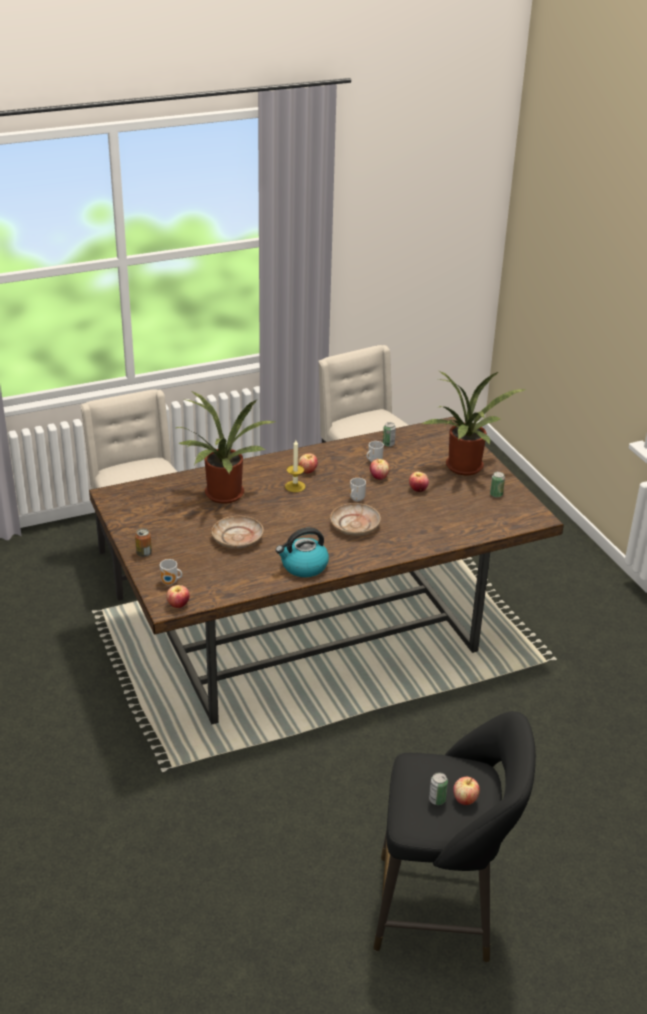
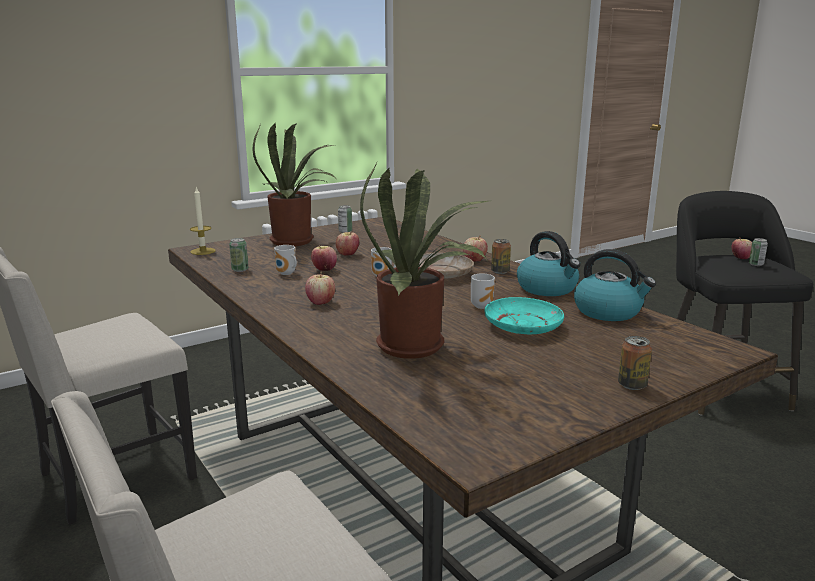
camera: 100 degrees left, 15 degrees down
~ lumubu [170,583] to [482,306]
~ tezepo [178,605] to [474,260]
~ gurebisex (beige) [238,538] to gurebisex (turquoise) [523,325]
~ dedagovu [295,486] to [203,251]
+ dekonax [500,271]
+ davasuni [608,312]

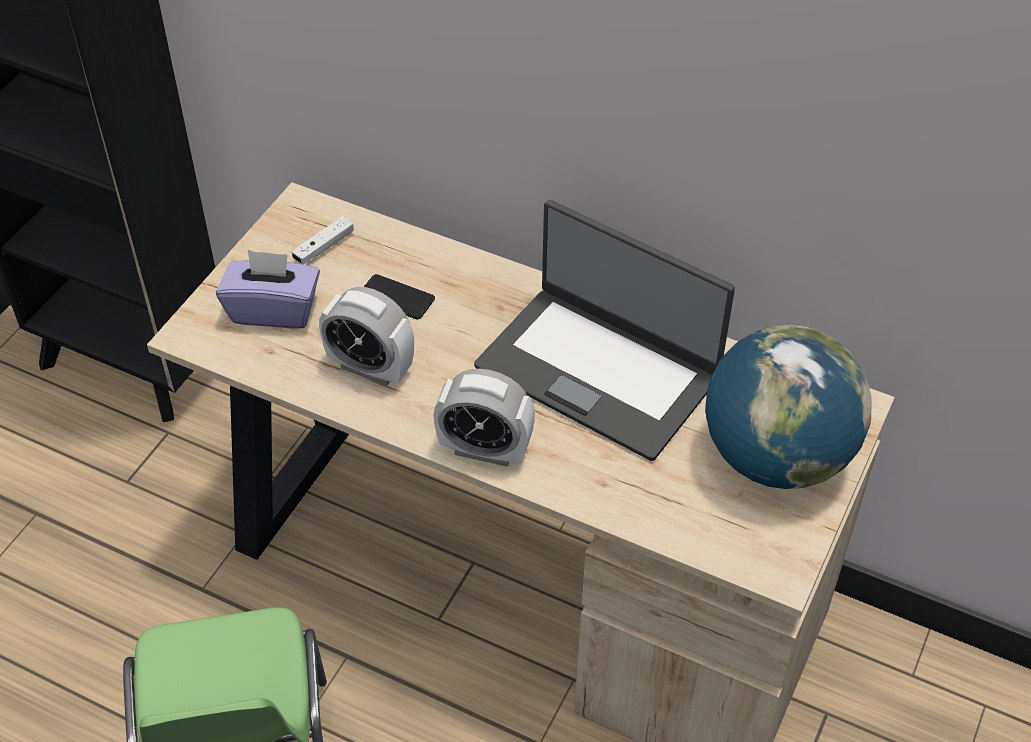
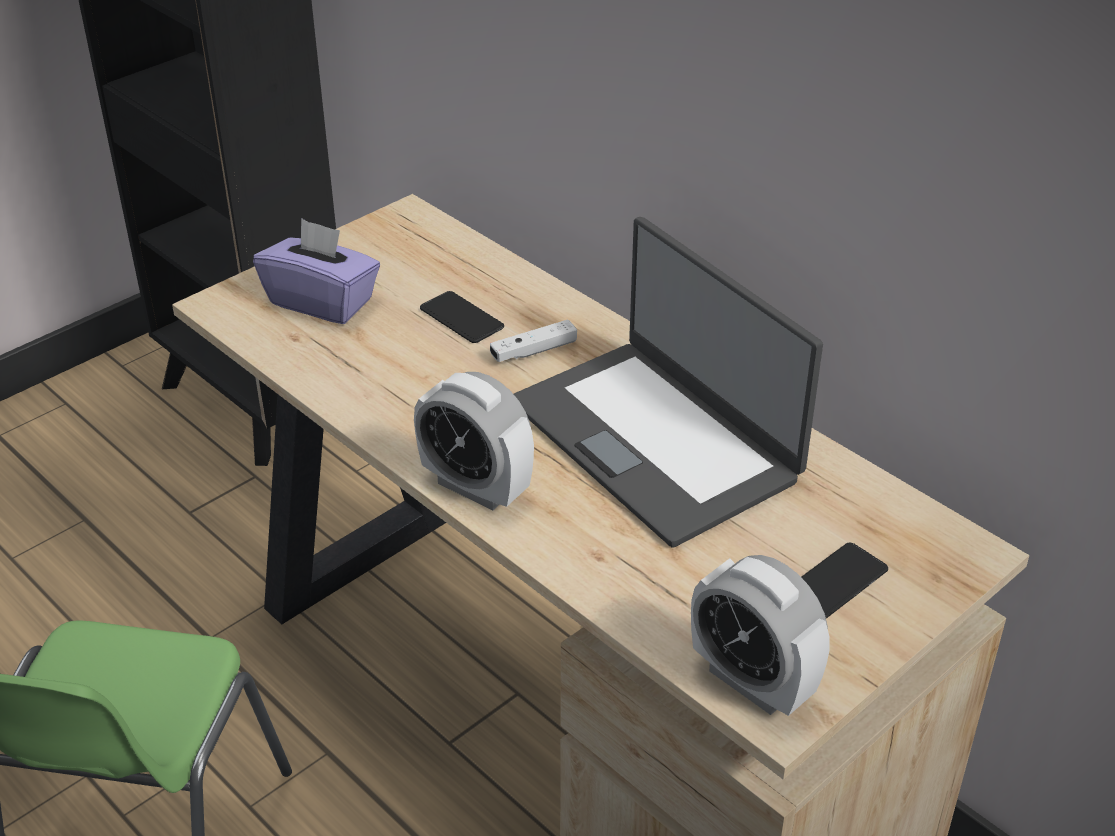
camera: 20 degrees right, 10 degrees down
~ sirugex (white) [324,247] to [533,351]
~ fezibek [370,368] to [752,681]
~ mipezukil [776,456] to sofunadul [836,582]

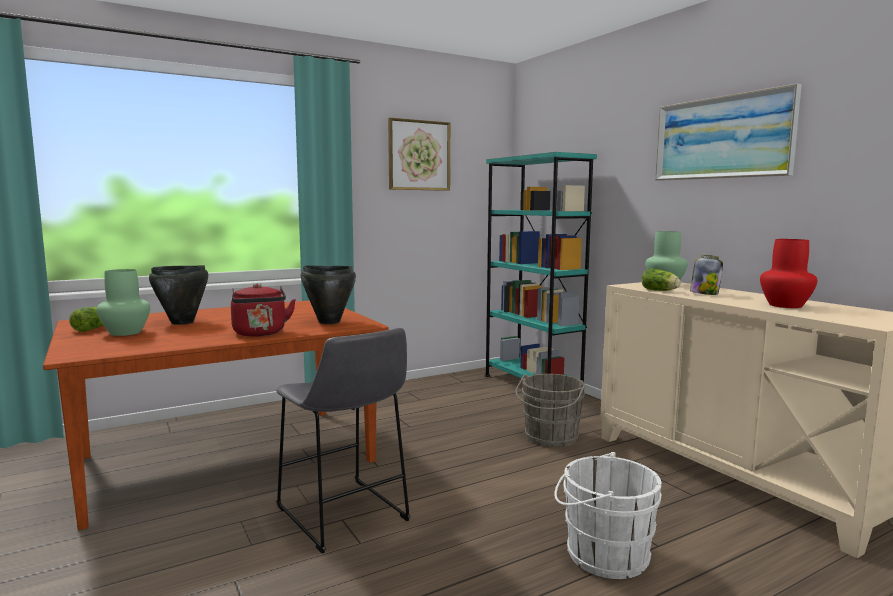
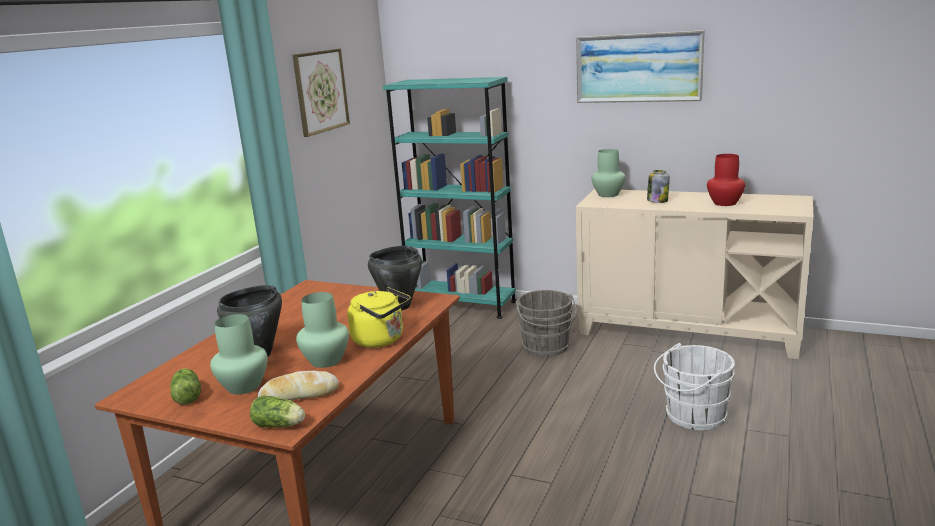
camera: 35 degrees left, 10 degrees up
~ davasuni (red) [260,334] to davasuni (yellow) [381,340]
- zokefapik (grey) [344,517]
~ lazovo [660,291] to [280,425]
+ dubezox [299,395]
+ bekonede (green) [327,361]

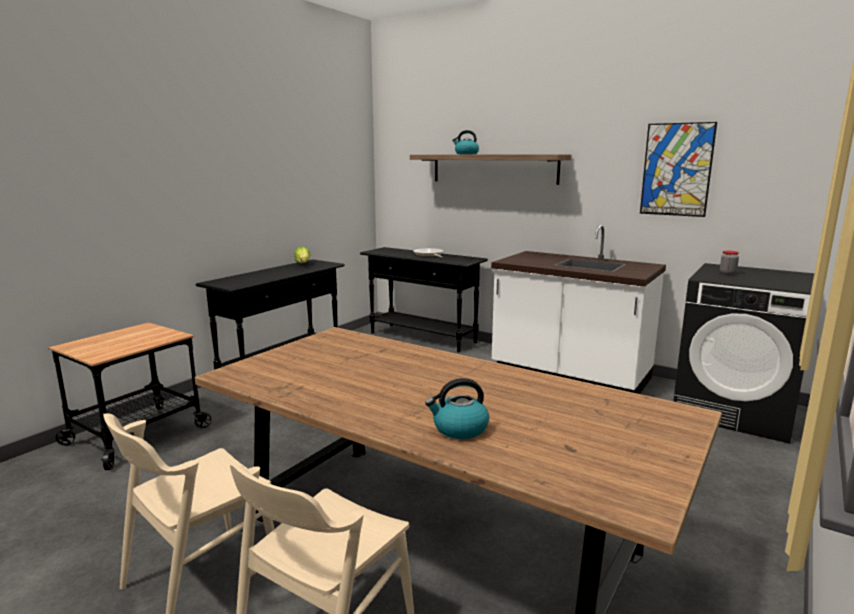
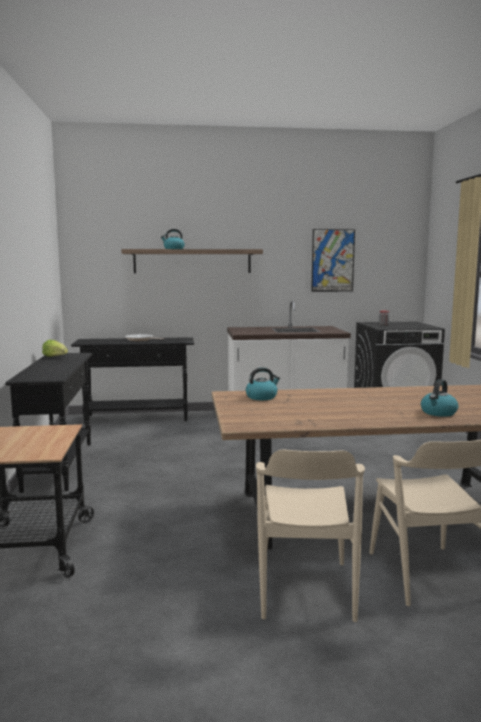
camera: 40 degrees left, 5 degrees down
+ davasuni [262,397]

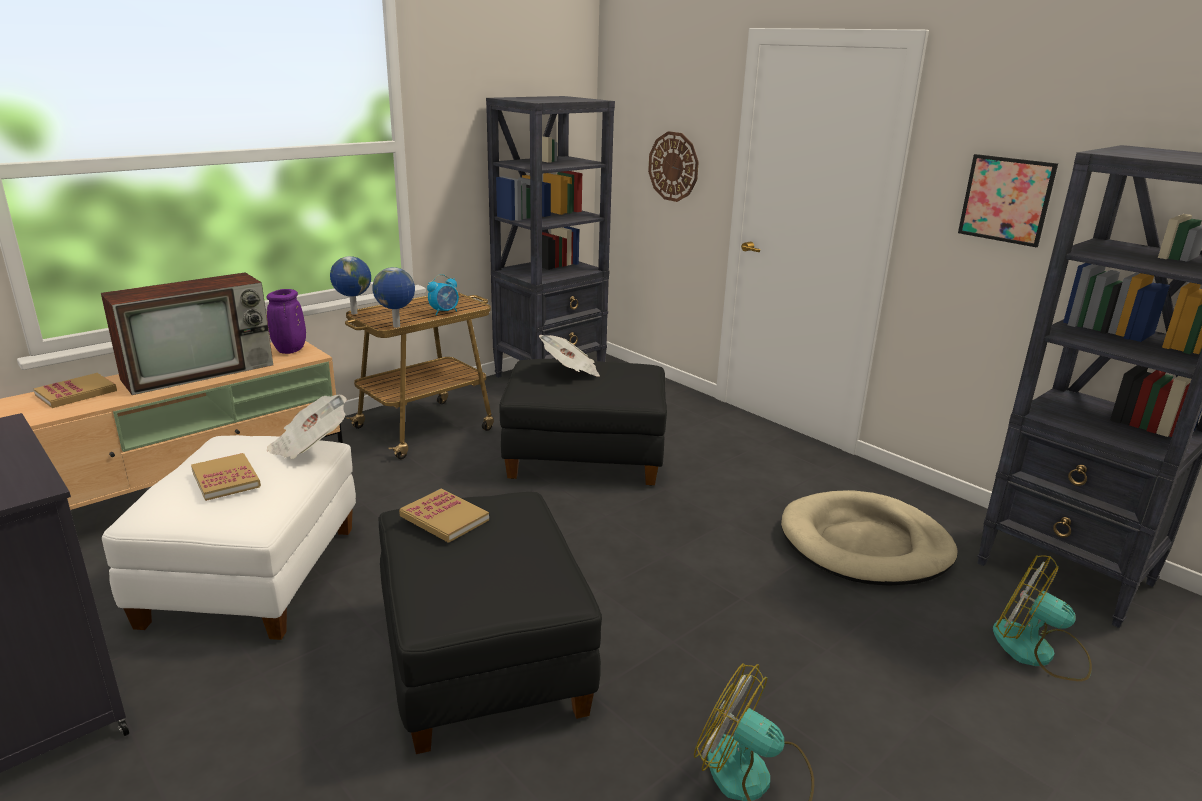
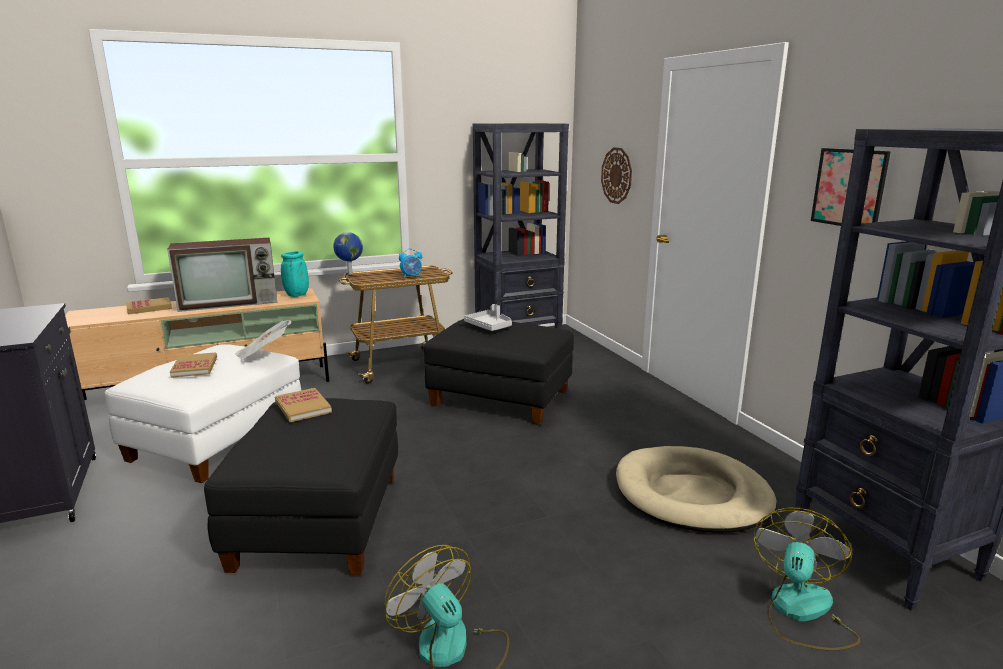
camera: 20 degrees right, 5 degrees down
~ bekonede (purple) [290,351] to bekonede (turquoise) [296,295]
- mipezukil [397,326]
~ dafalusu [570,371] to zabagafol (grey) [489,326]
~ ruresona [1037,652] = [801,612] 60 degrees clockwise

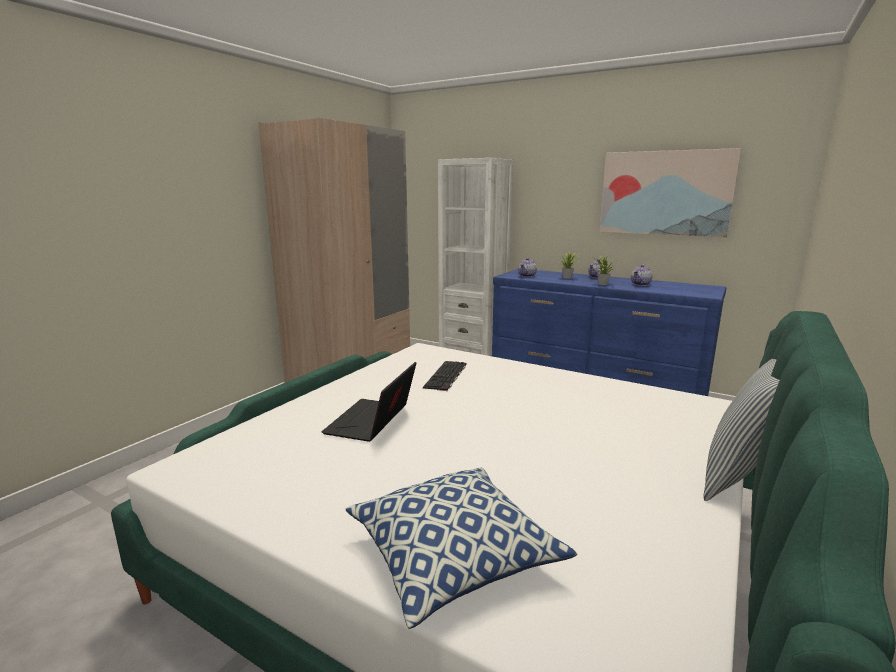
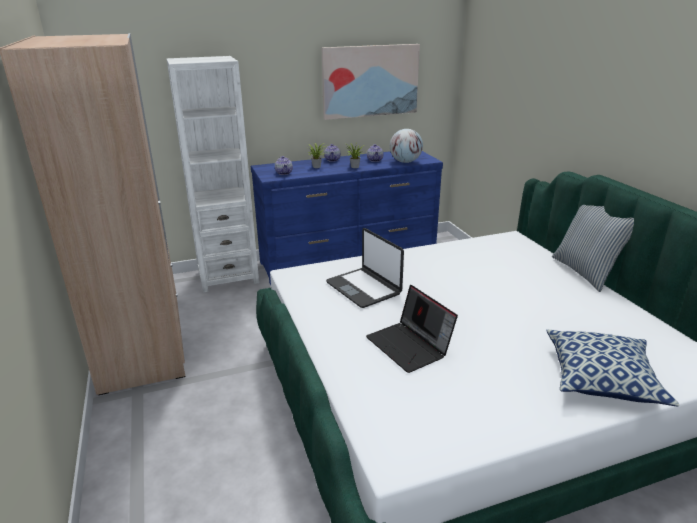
camera: 50 degrees left, 10 degrees up
~ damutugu [446,376] to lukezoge [364,288]
+ mipezukil [405,162]

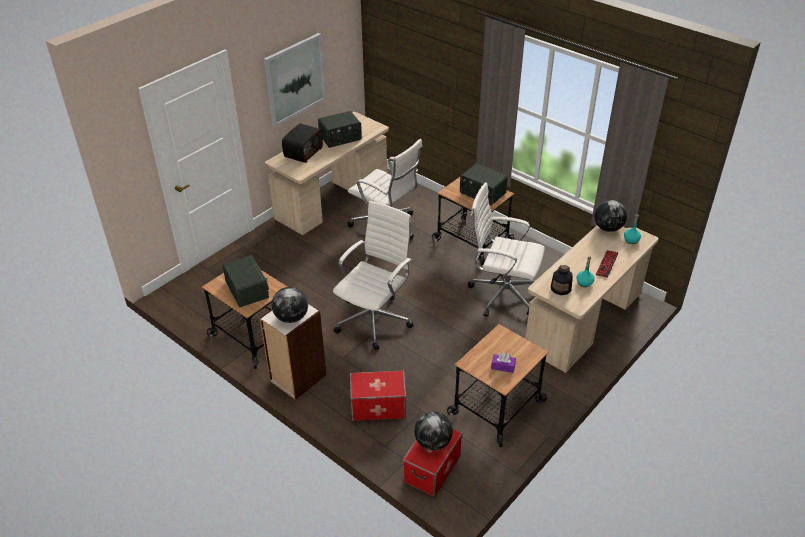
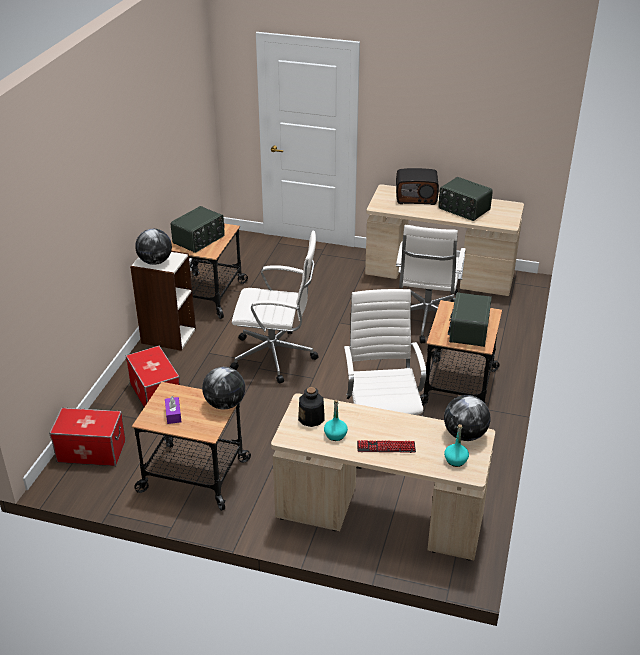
camera: 65 degrees right, 5 degrees down
- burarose [295,79]
~ mipezukil [433,442] to [224,404]

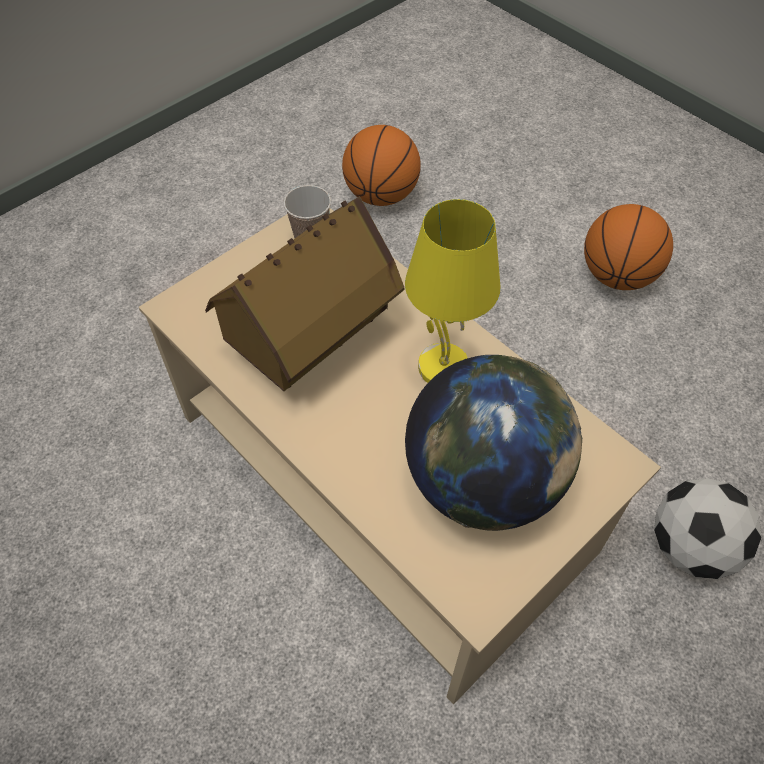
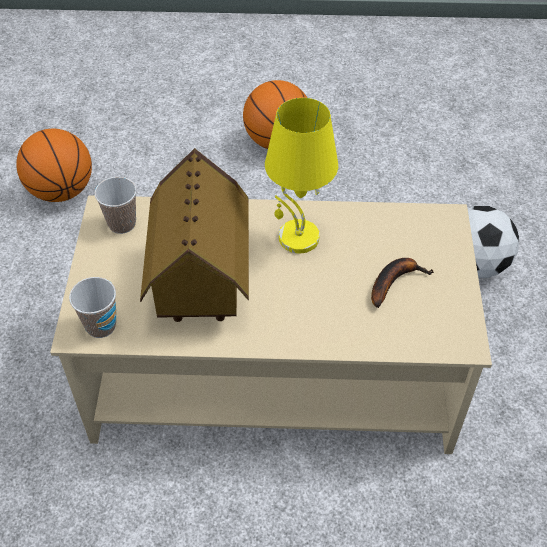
camera: 45 degrees left, 5 degrees down
~ mipezukil [483,482] to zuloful [394,281]
+ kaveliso [101,326]

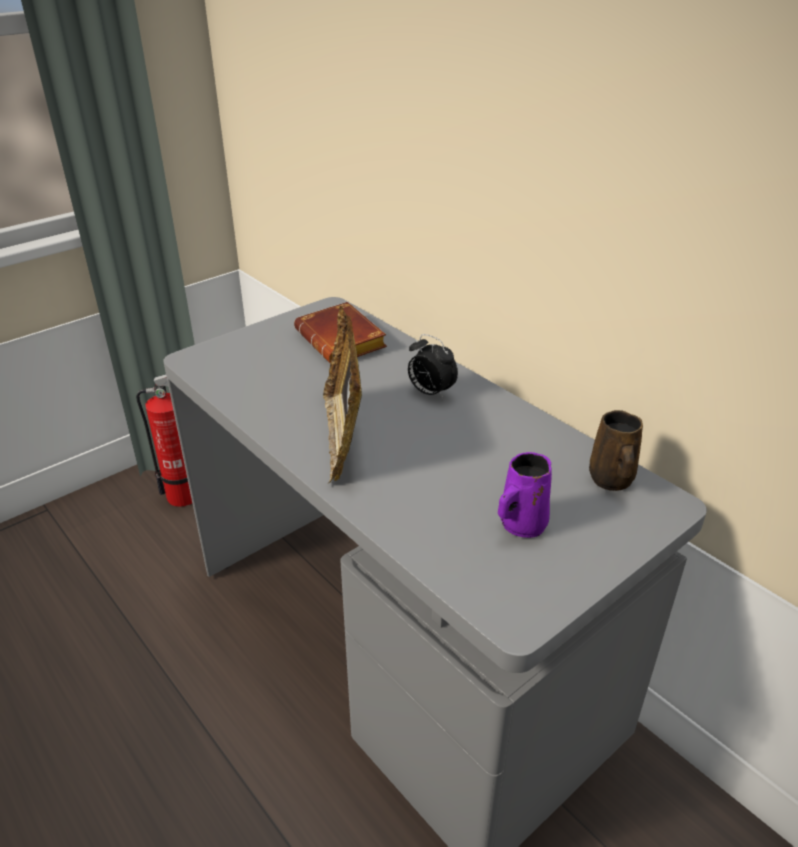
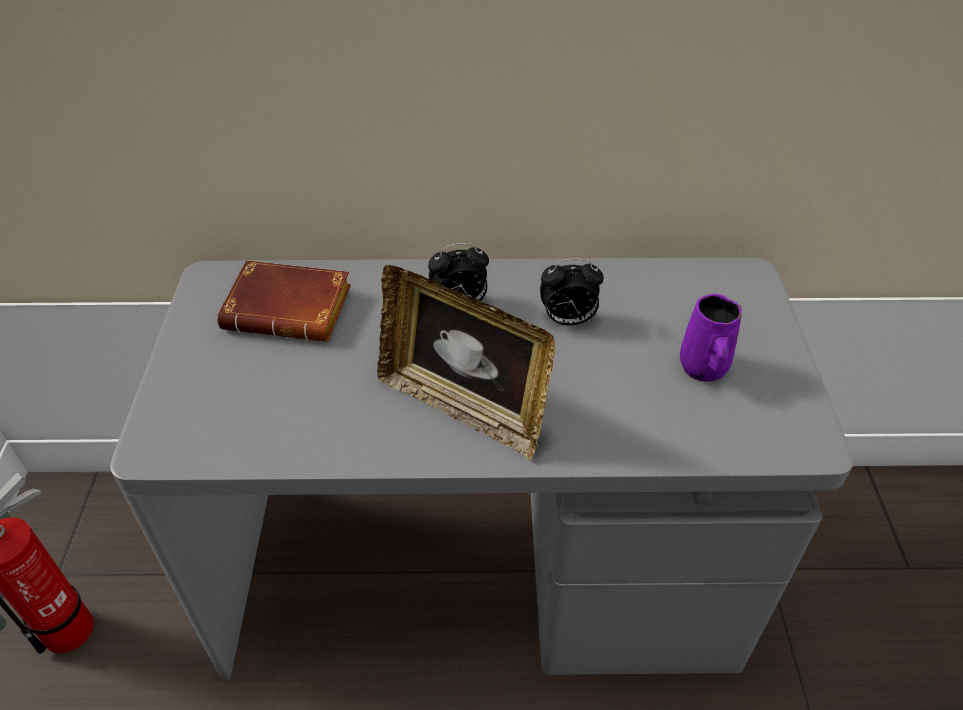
camera: 50 degrees left, 10 degrees up
- lumubu (brown) [611,480]
+ fezibek [567,320]

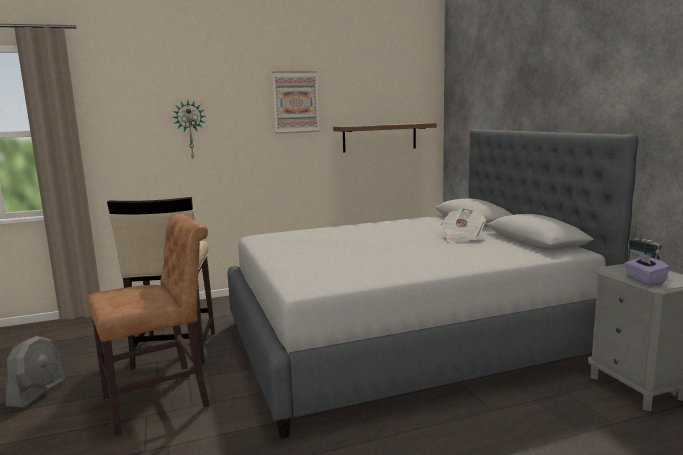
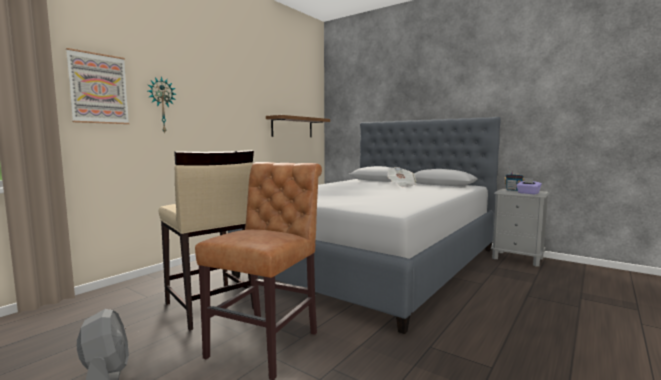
camera: 35 degrees left, 5 degrees down
~ burarose [295,102] to [98,88]

